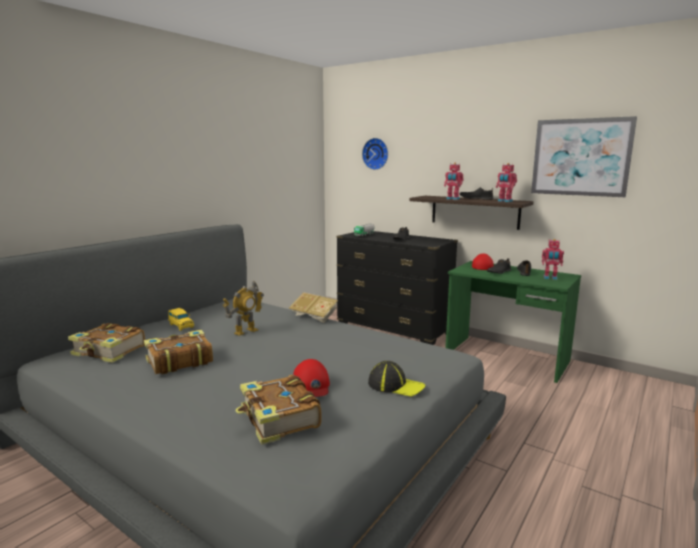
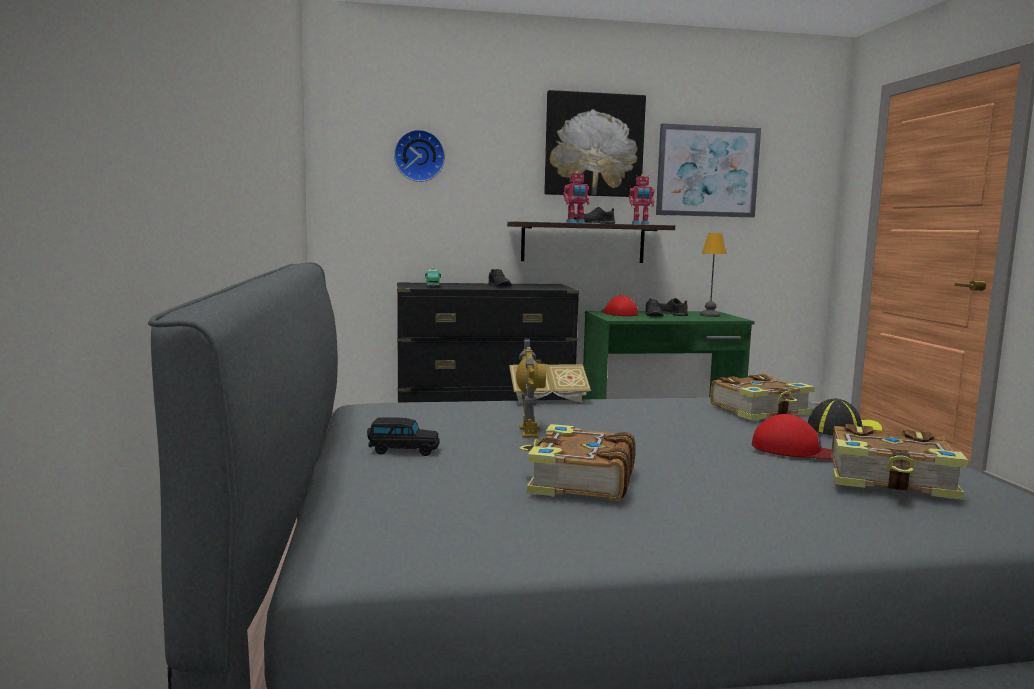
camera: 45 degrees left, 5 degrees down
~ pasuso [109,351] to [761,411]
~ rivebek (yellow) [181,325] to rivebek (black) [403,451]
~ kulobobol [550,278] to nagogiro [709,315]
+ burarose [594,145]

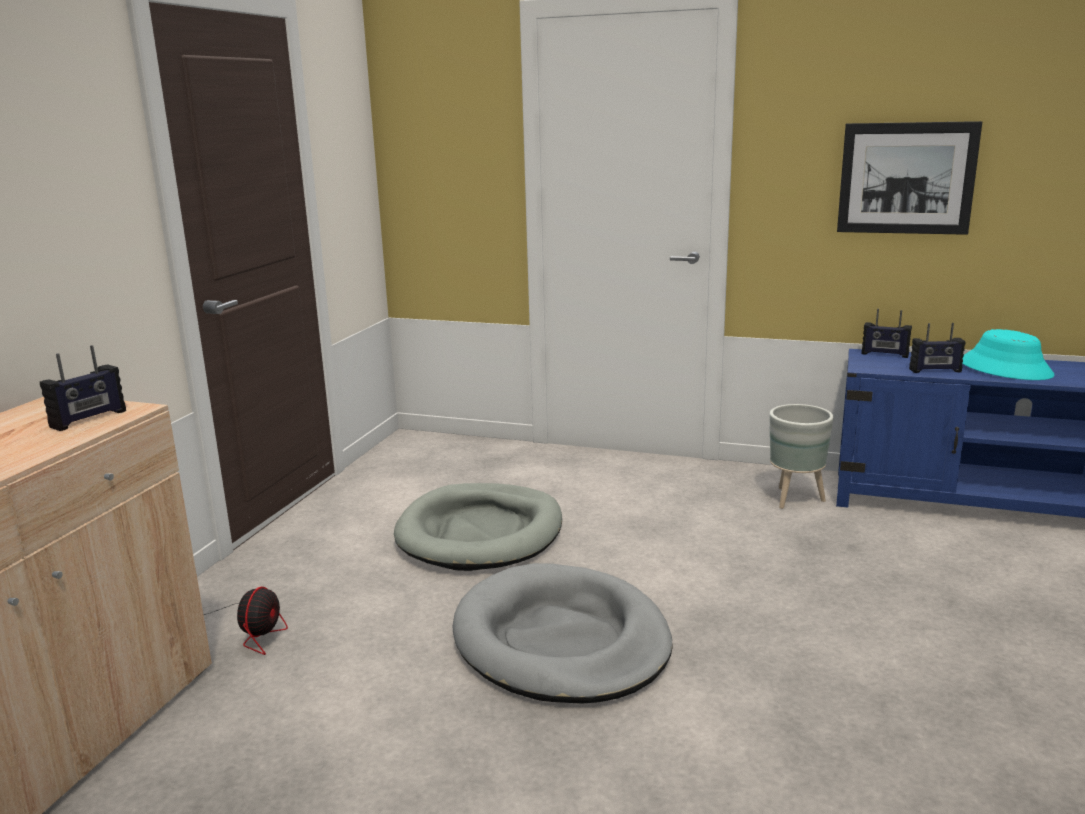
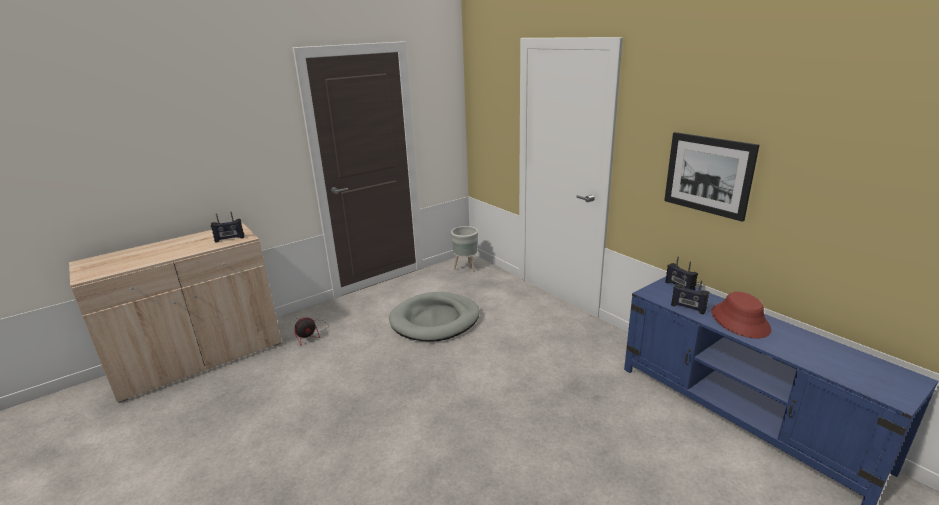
camera: 35 degrees right, 5 degrees up
- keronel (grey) [561,641]
~ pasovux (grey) [795,499] to [466,268]
~ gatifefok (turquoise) [1005,369] to gatifefok (red) [740,321]

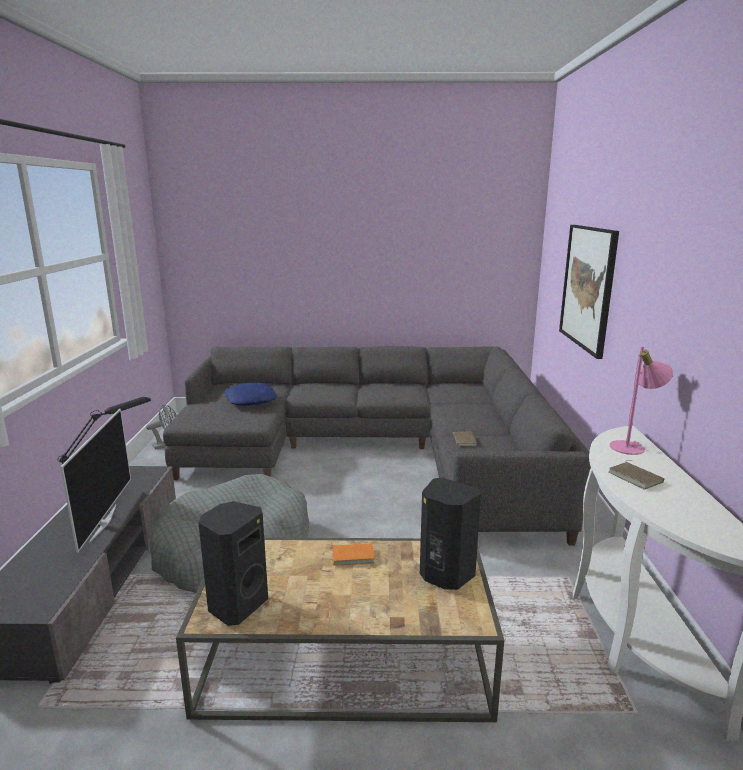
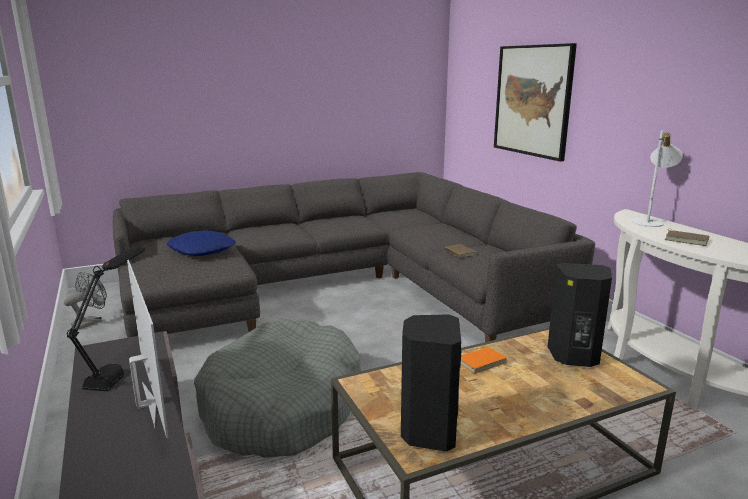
camera: 25 degrees left, 0 degrees up
~ nagogiro (pink) [633,447] to nagogiro (white) [651,222]

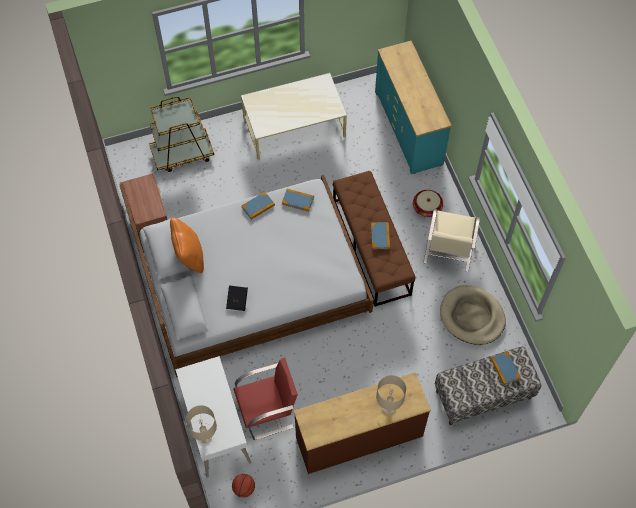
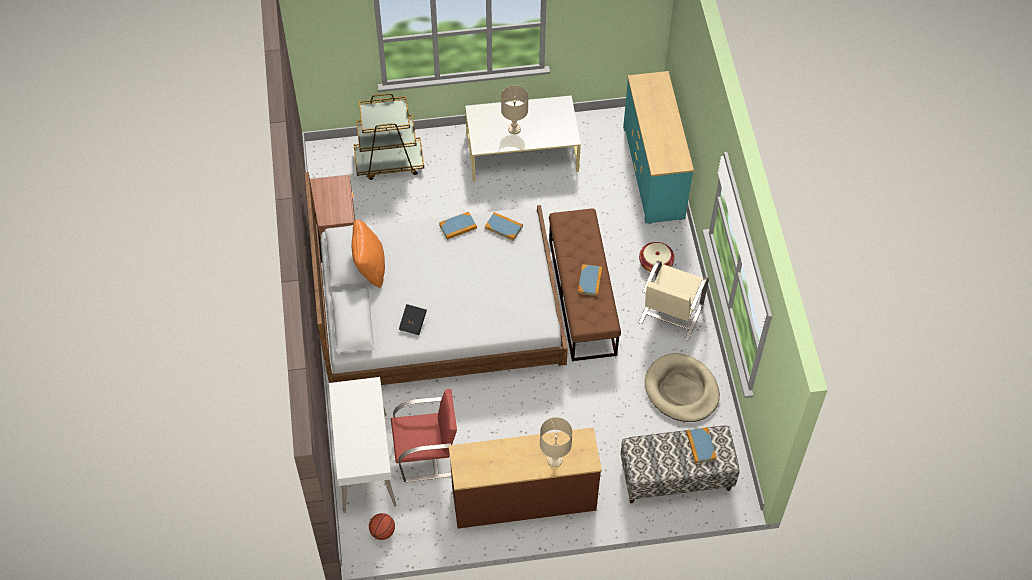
camera: 10 degrees right, 5 degrees down
~ nagogiro (beige) [205,436] to [514,129]

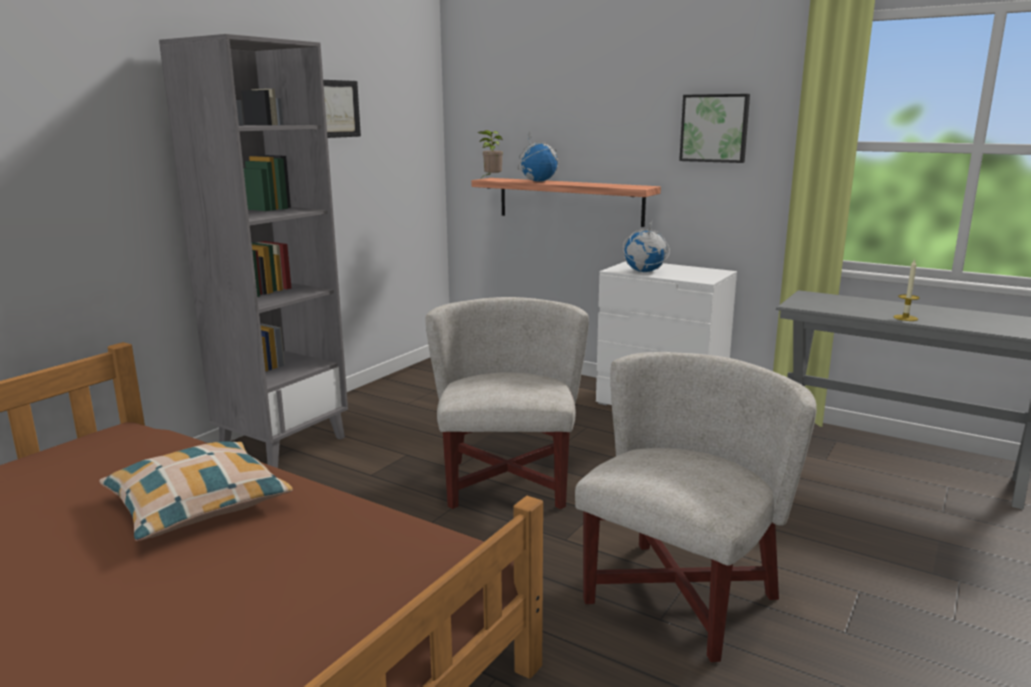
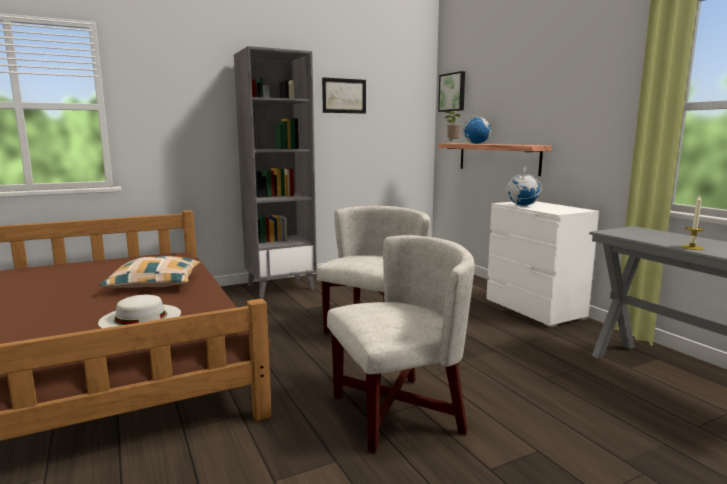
camera: 30 degrees right, 5 degrees down
~ burarose [715,128] to [453,92]
+ gatifefok (white) [140,317]

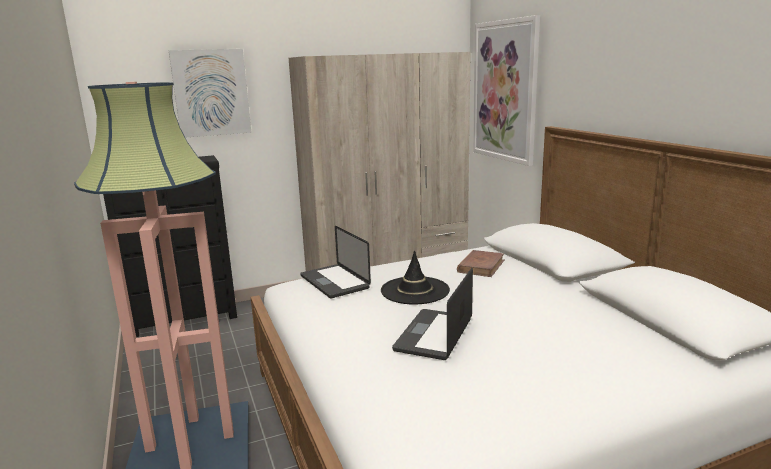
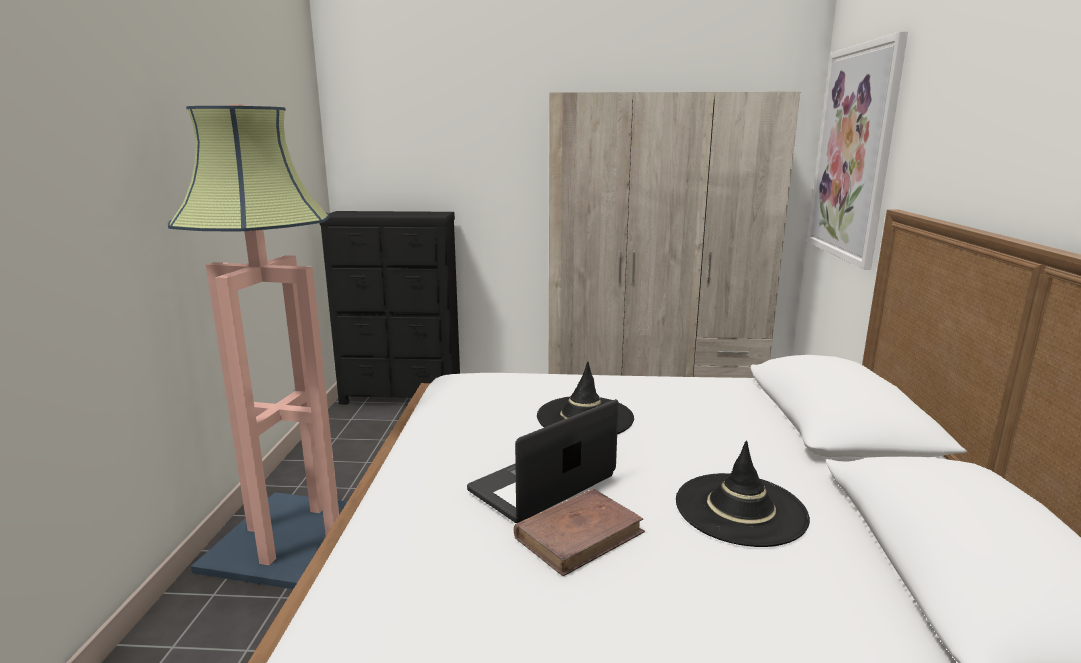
camera: 25 degrees right, 0 degrees up
- burarose [211,93]
- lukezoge [334,282]
~ pasuso (brown) [481,266] to [579,535]
+ gatifefok (black) [740,509]

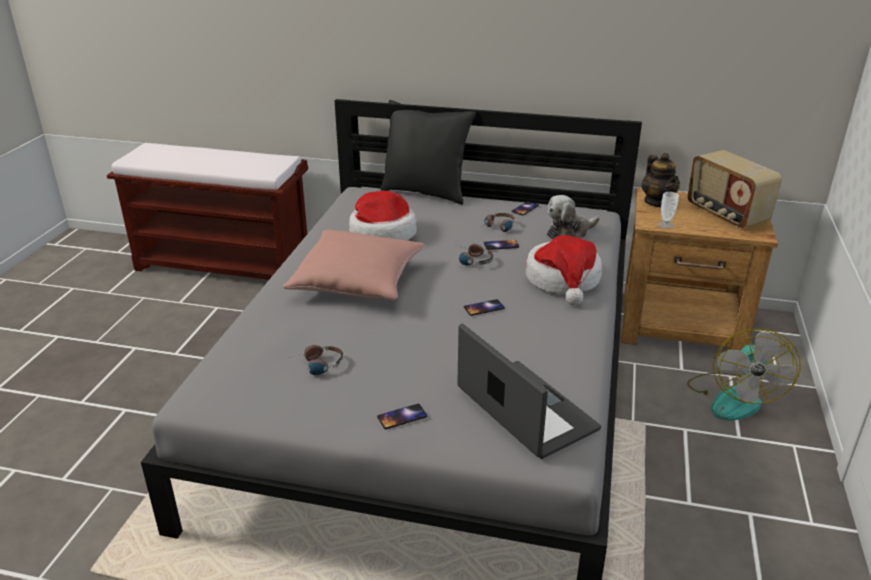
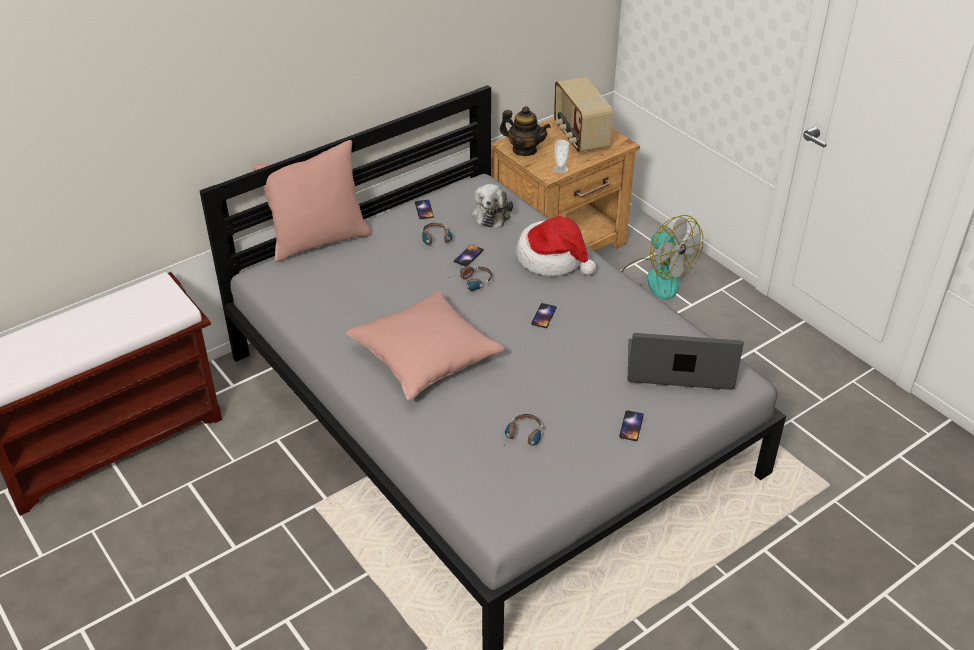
camera: 50 degrees left, 10 degrees up
- gatifefok [382,233]
~ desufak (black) [426,192] to desufak (pink) [319,241]
~ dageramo [725,215] = [579,137] 60 degrees clockwise

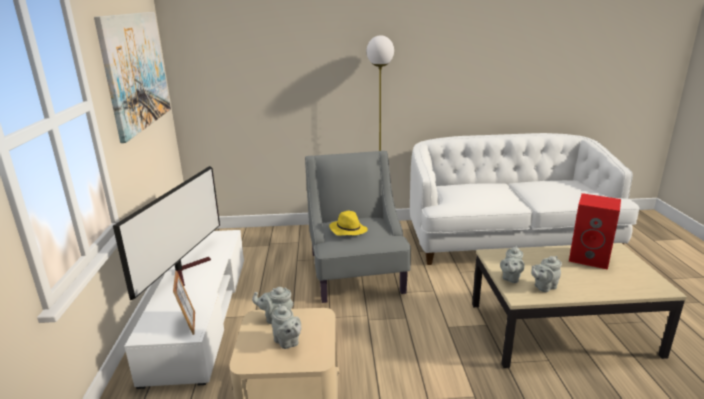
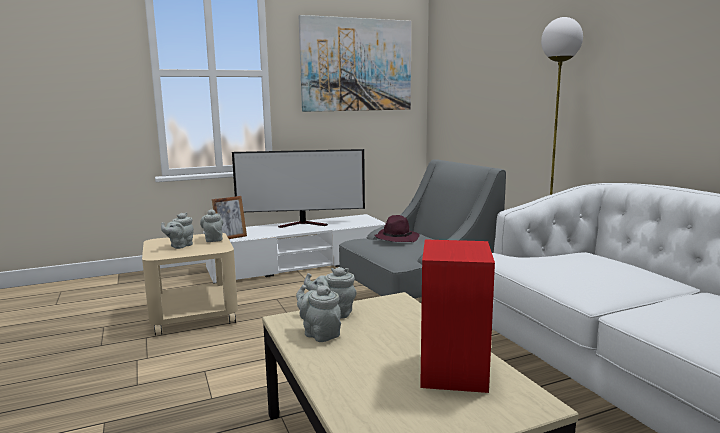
camera: 70 degrees right, 10 degrees down
~ gatifefok (yellow) [348,230] to gatifefok (purple) [396,238]

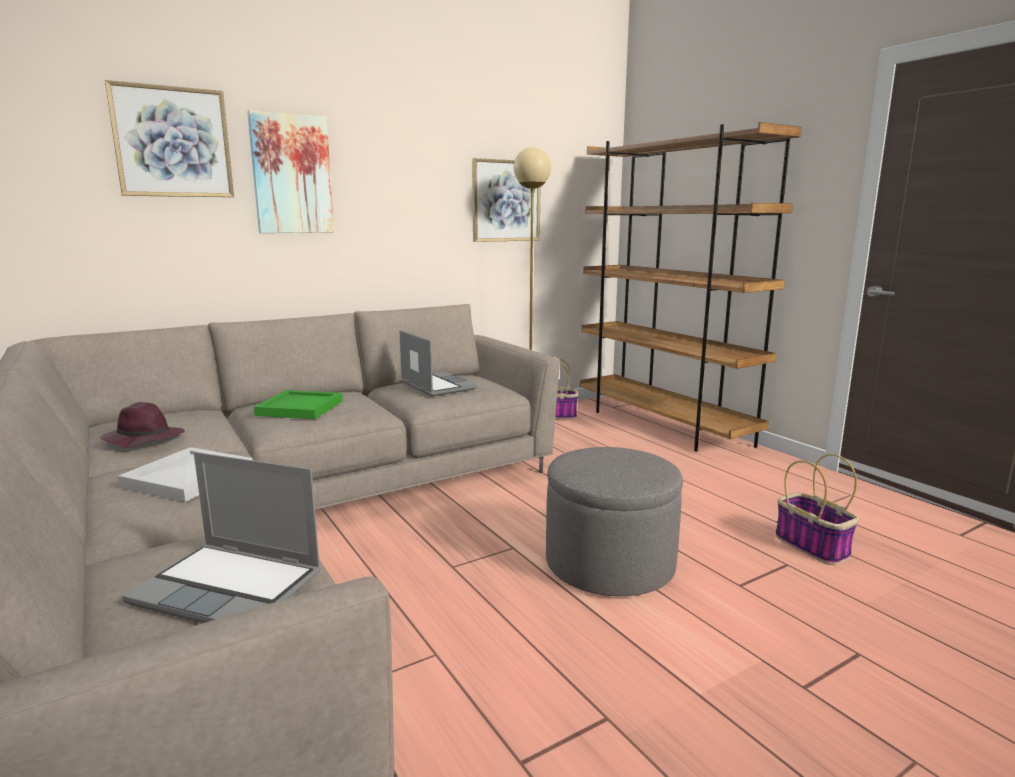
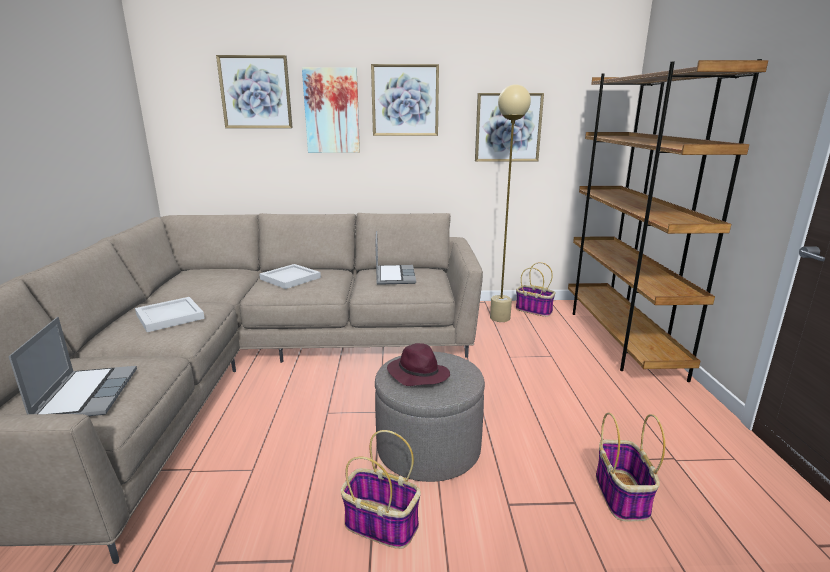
camera: 30 degrees right, 5 degrees up
~ gatifefok (purple) [143,439] to [417,374]
~ lukezoge [231,588] = [86,394] 150 degrees counterclockwise
~ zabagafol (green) [298,408] to zabagafol (white) [289,278]
+ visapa [379,524]
+ burarose [405,100]

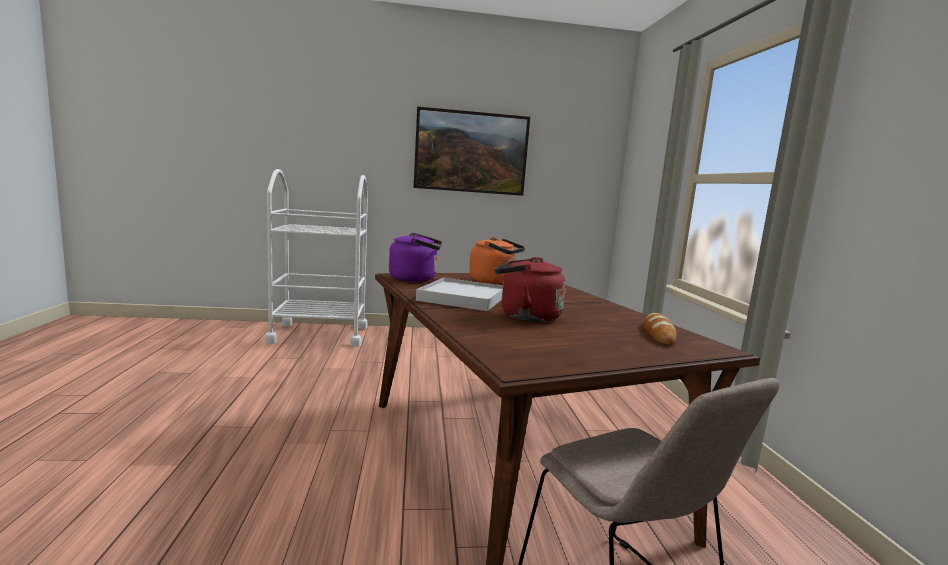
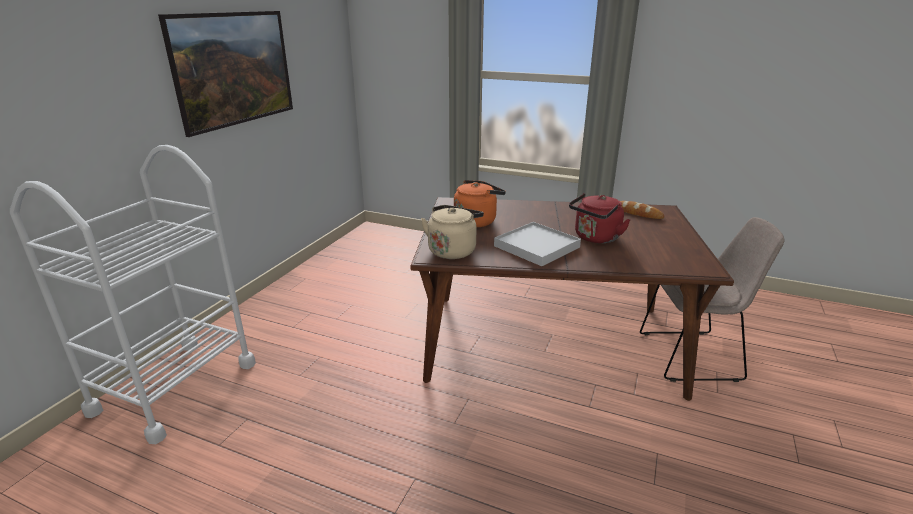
camera: 60 degrees left, 15 degrees up
~ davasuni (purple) [416,279] to davasuni (beige) [453,250]

